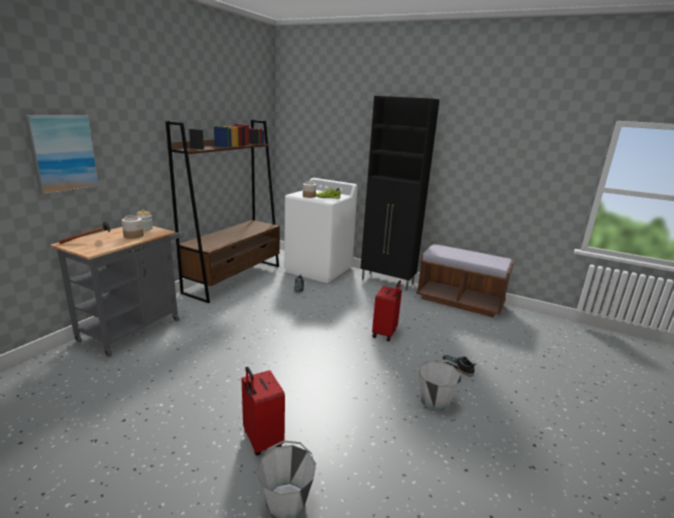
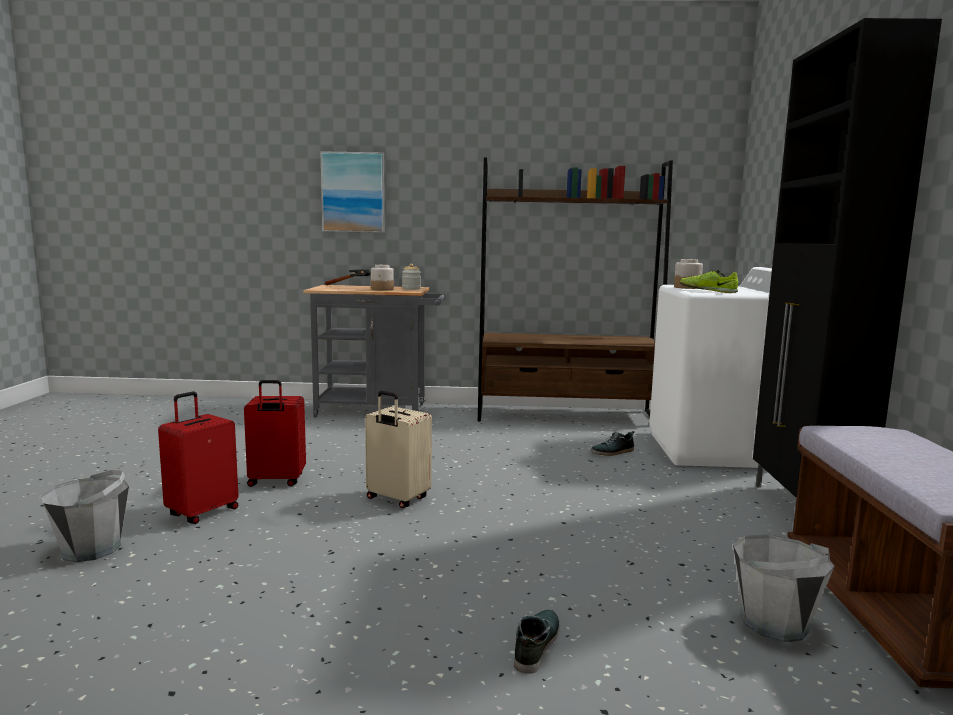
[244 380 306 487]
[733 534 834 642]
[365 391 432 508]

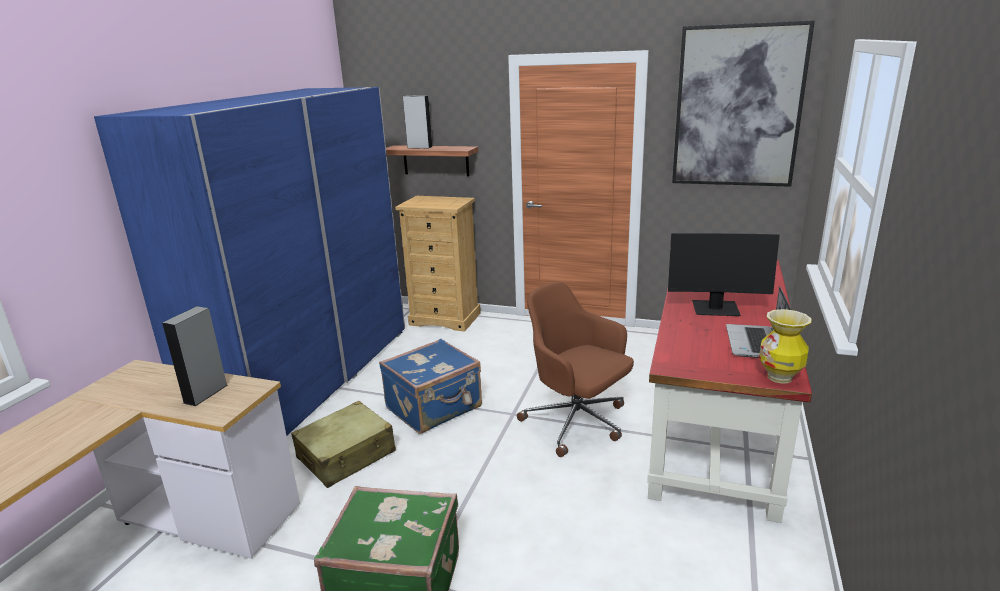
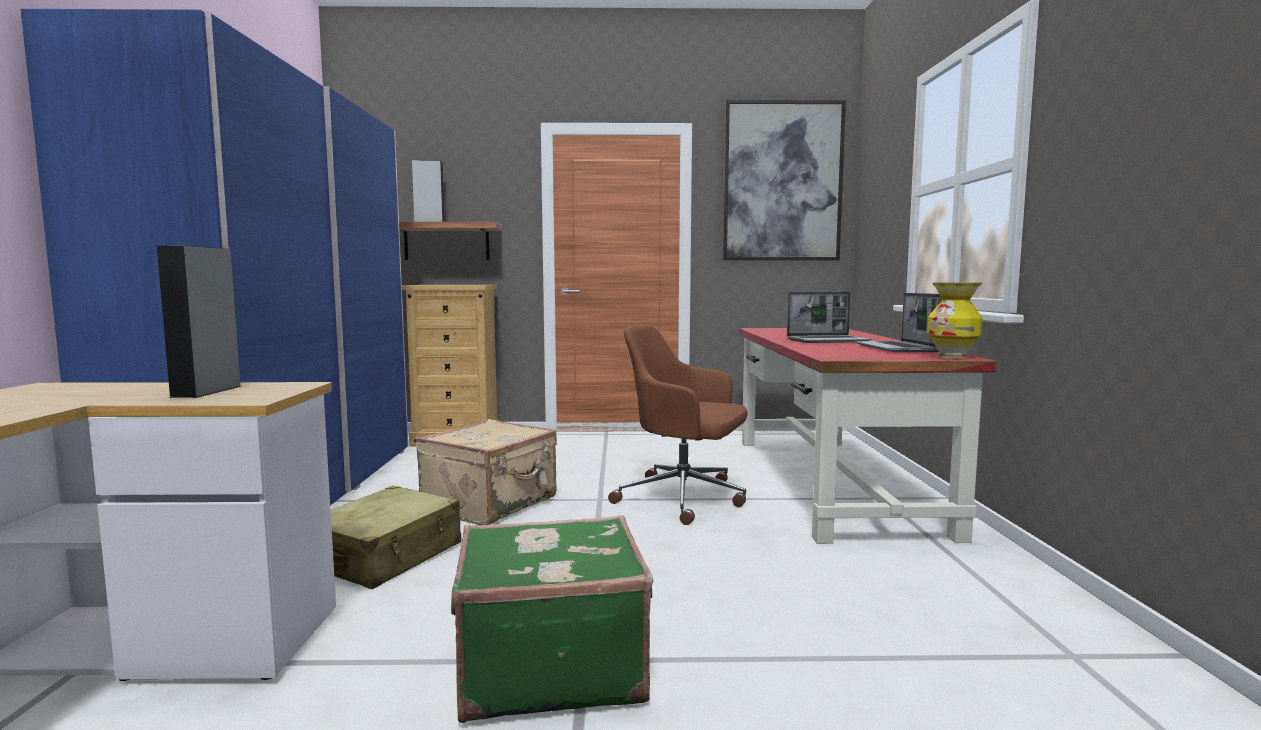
[787 292 871 343]
[415 419 557 525]

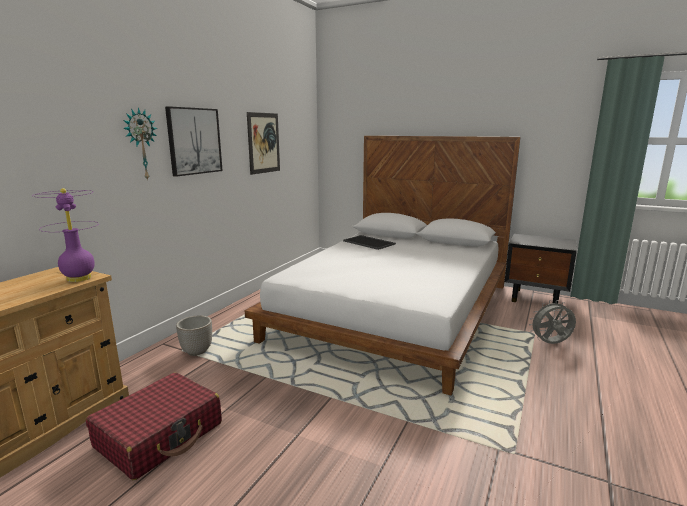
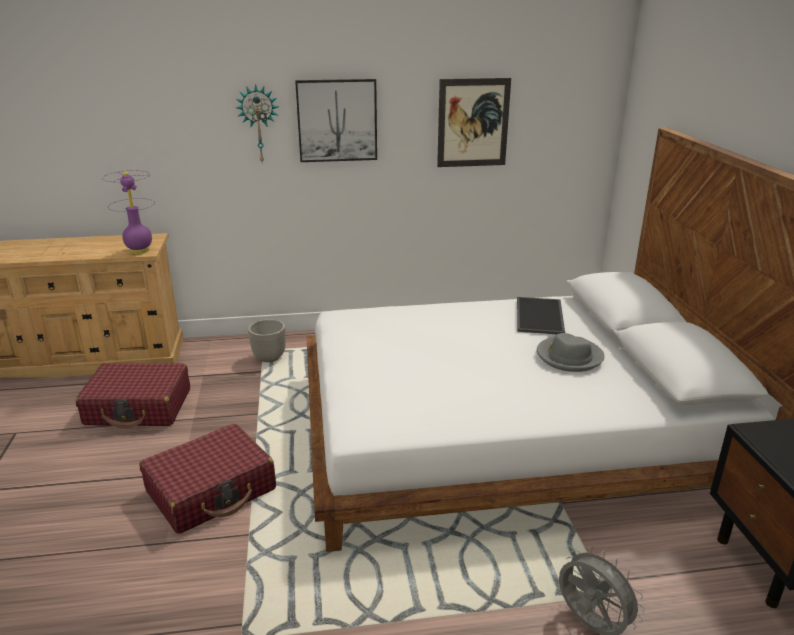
[537 333 605 372]
[139 424 276 534]

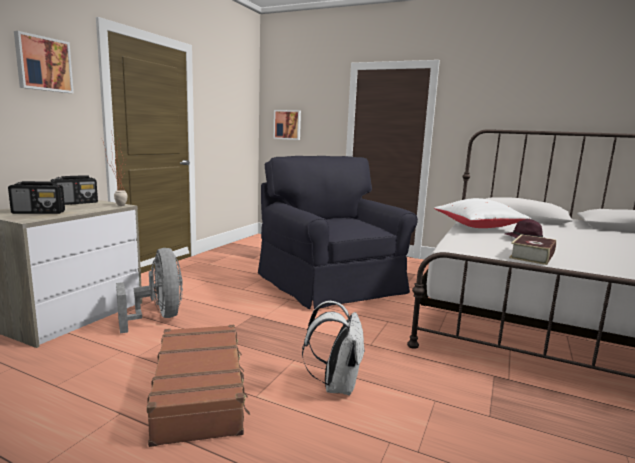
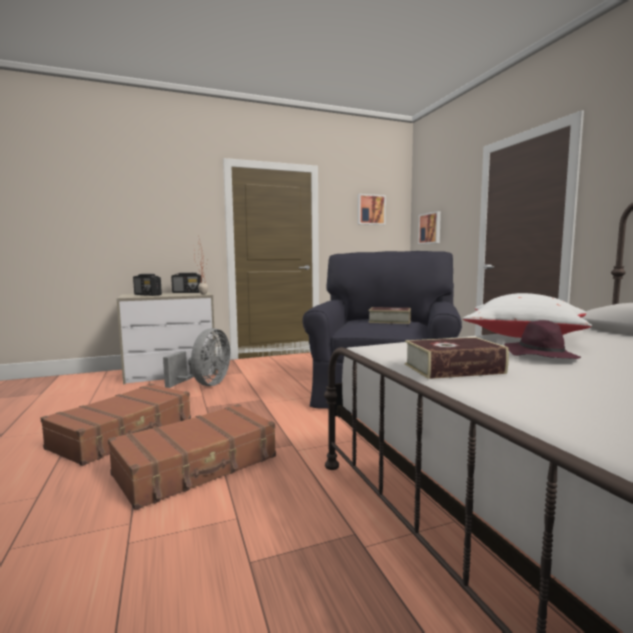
[358 194 386 225]
[108 404 276 510]
[368 307 411 324]

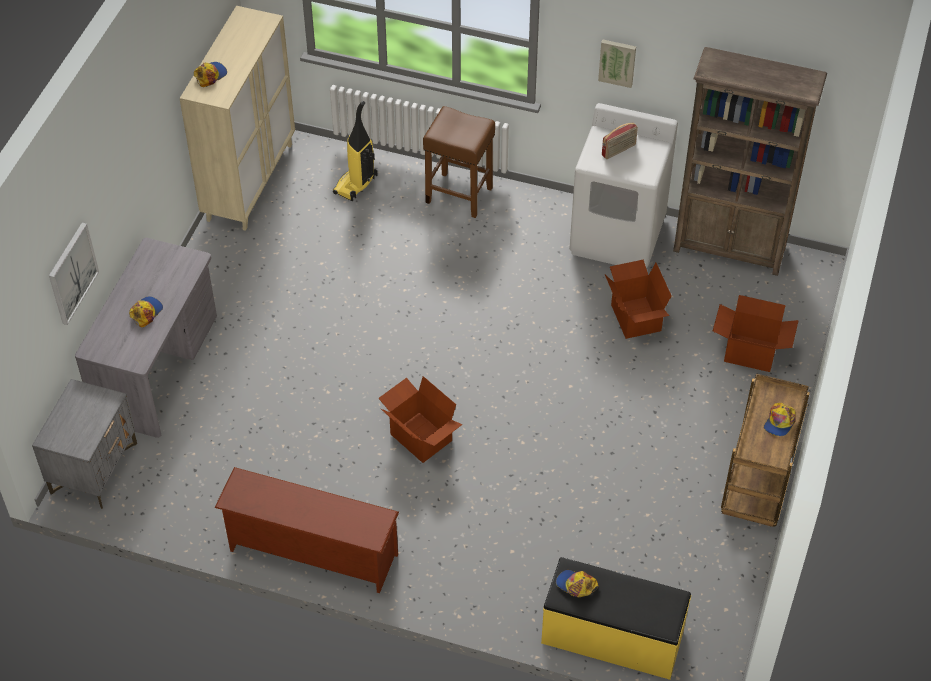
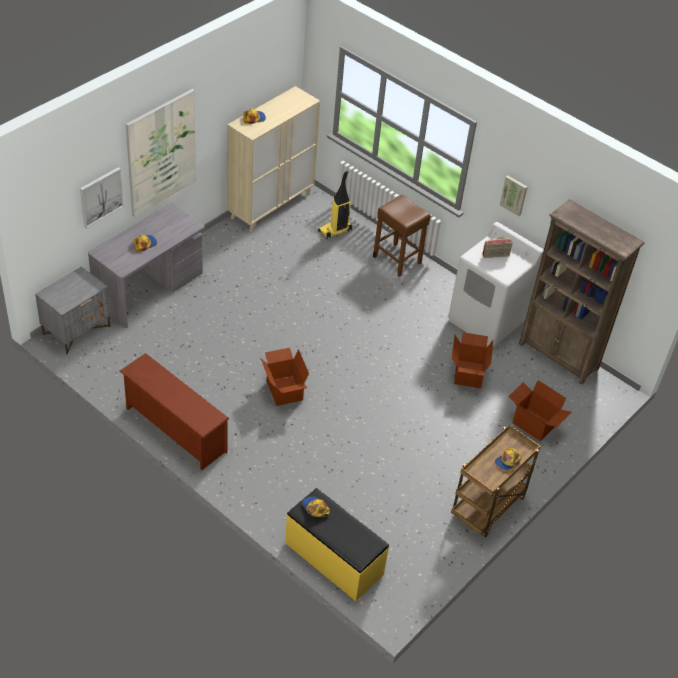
[126 89 196 217]

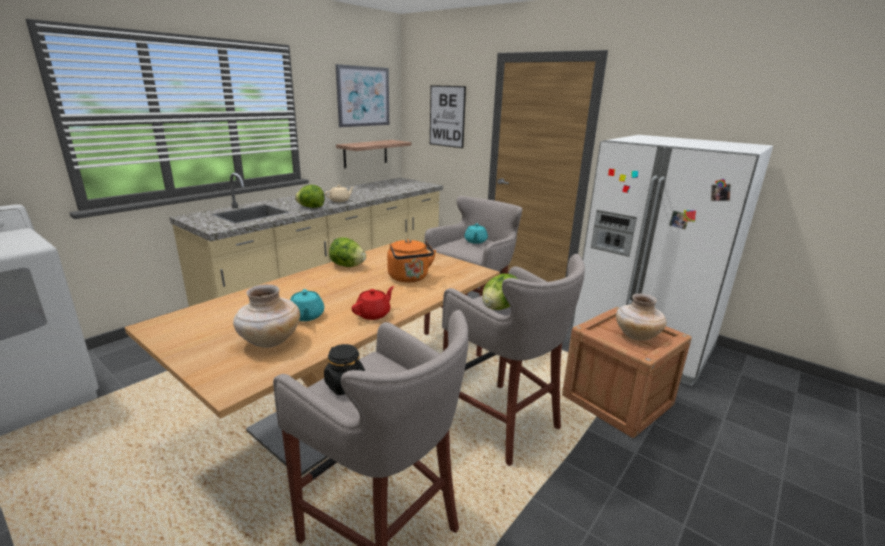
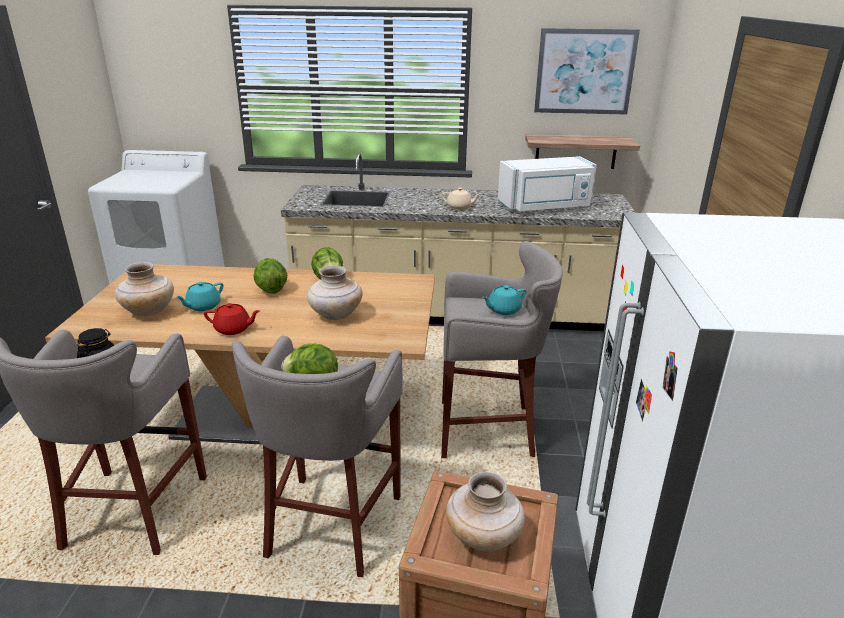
[430 85 466 148] (first image)
[254 258 287 294]
[307 265 363 320]
[498 156 597 212]

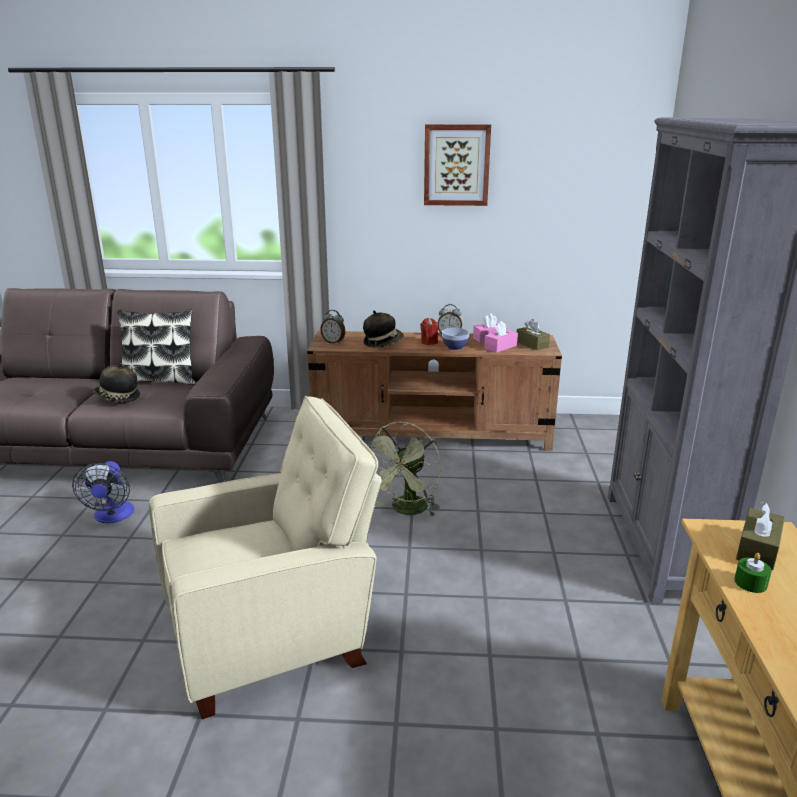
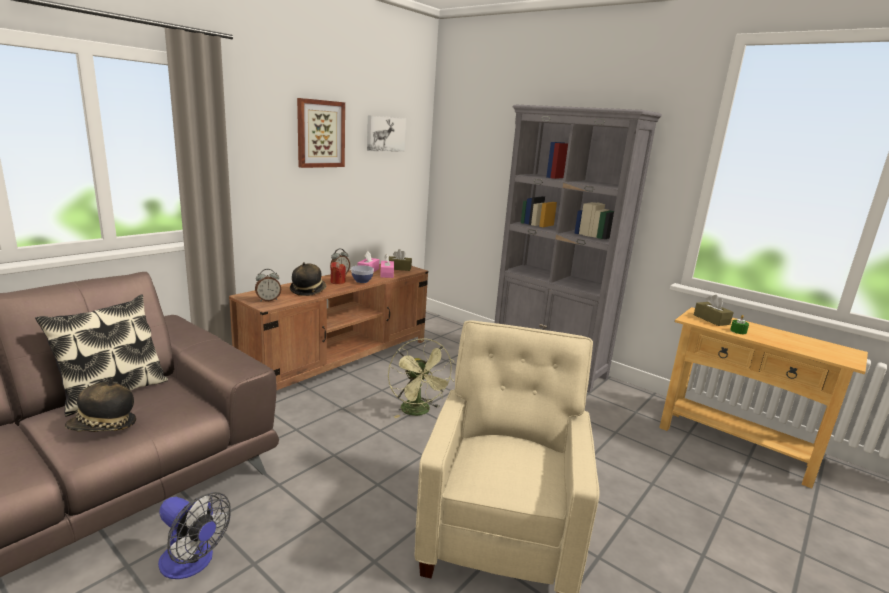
[367 115 406 151]

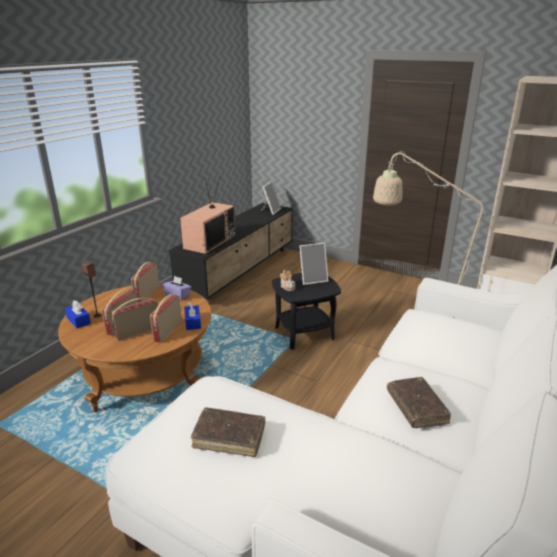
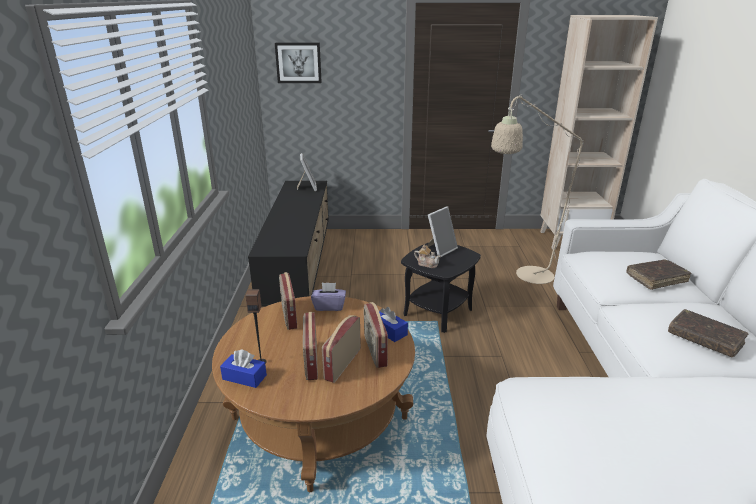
[180 177 236 254] (first image)
[626 259 692 290]
[275 43 322 83]

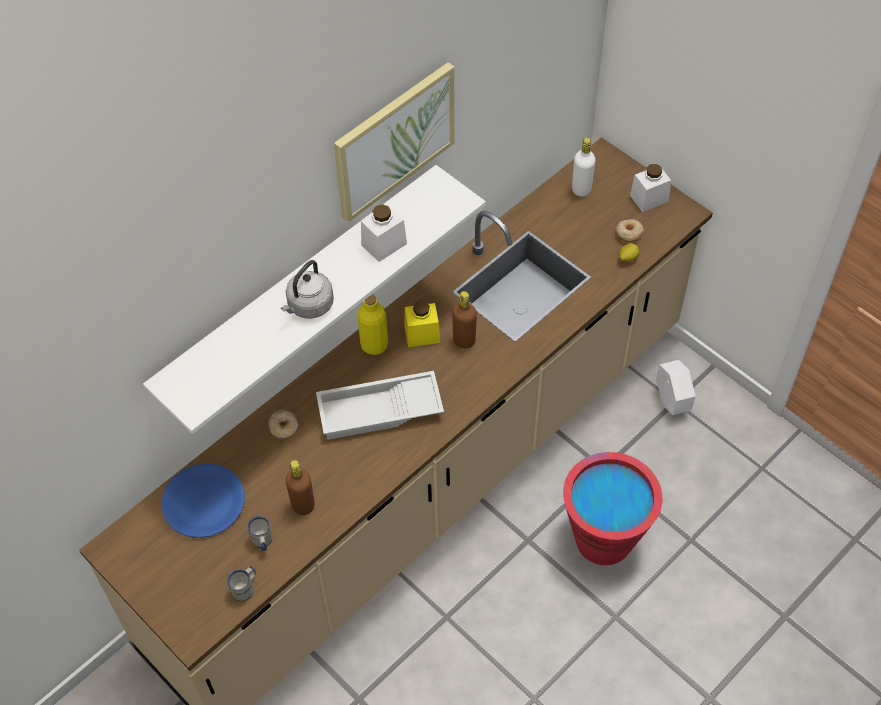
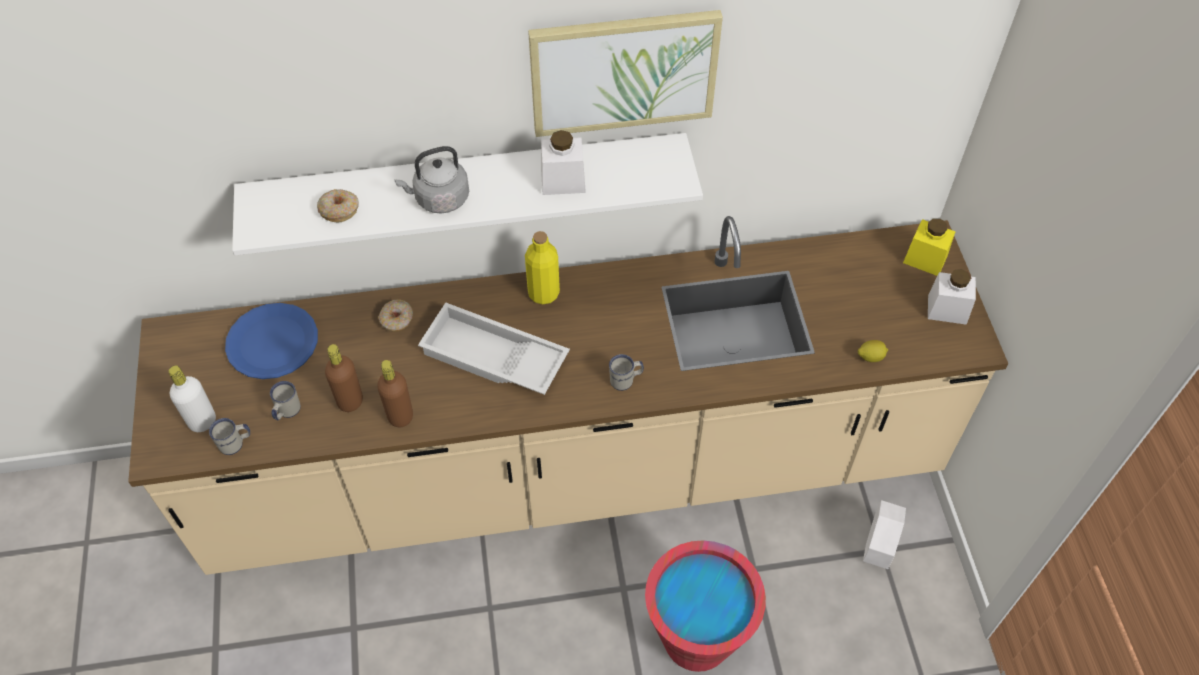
[169 365 216 432]
[317 189 359 222]
[377 360 413 427]
[903 218 956 276]
[609 354 644 391]

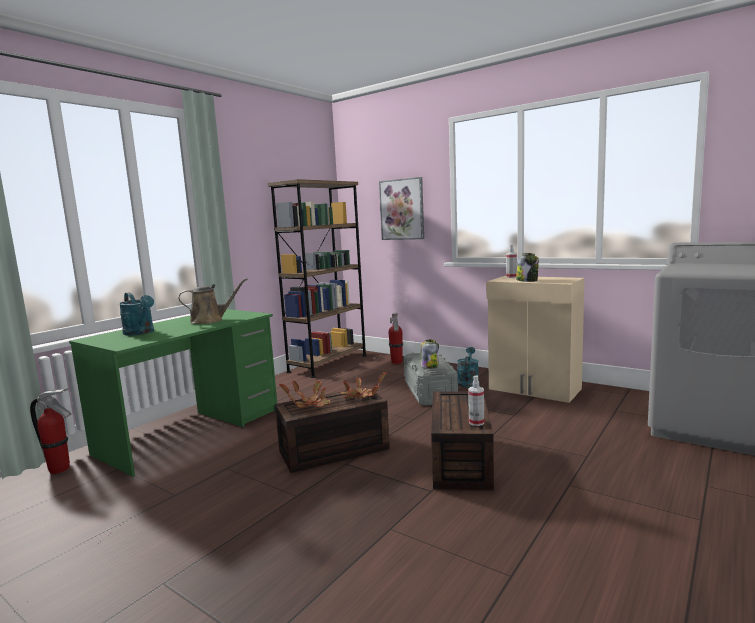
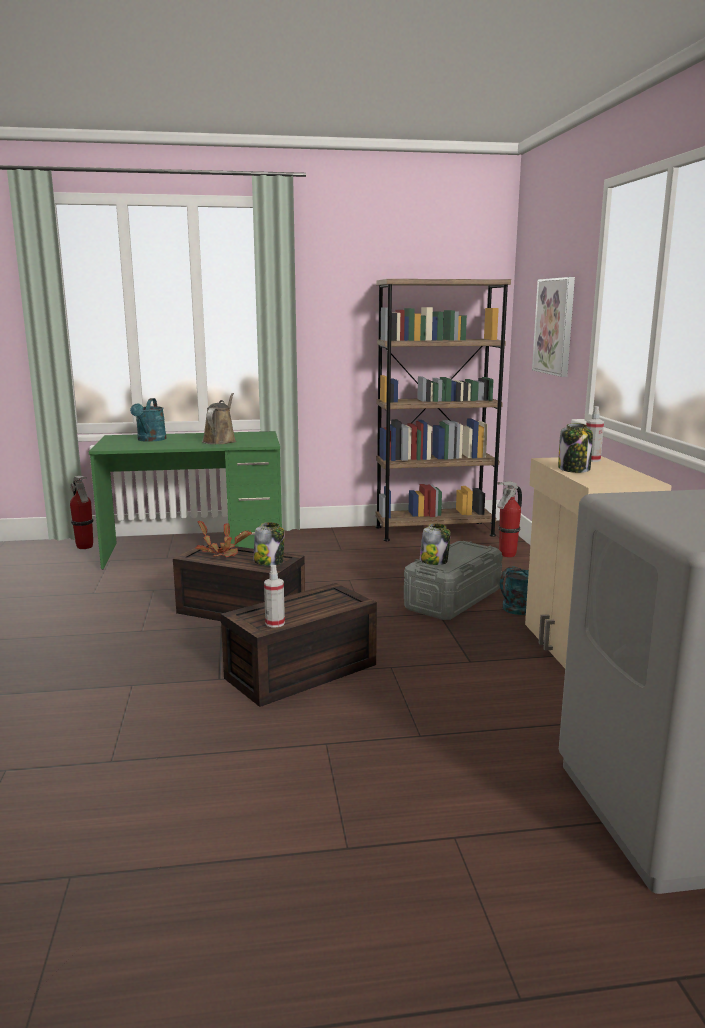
[202 393 236 444]
[254 522 285 566]

